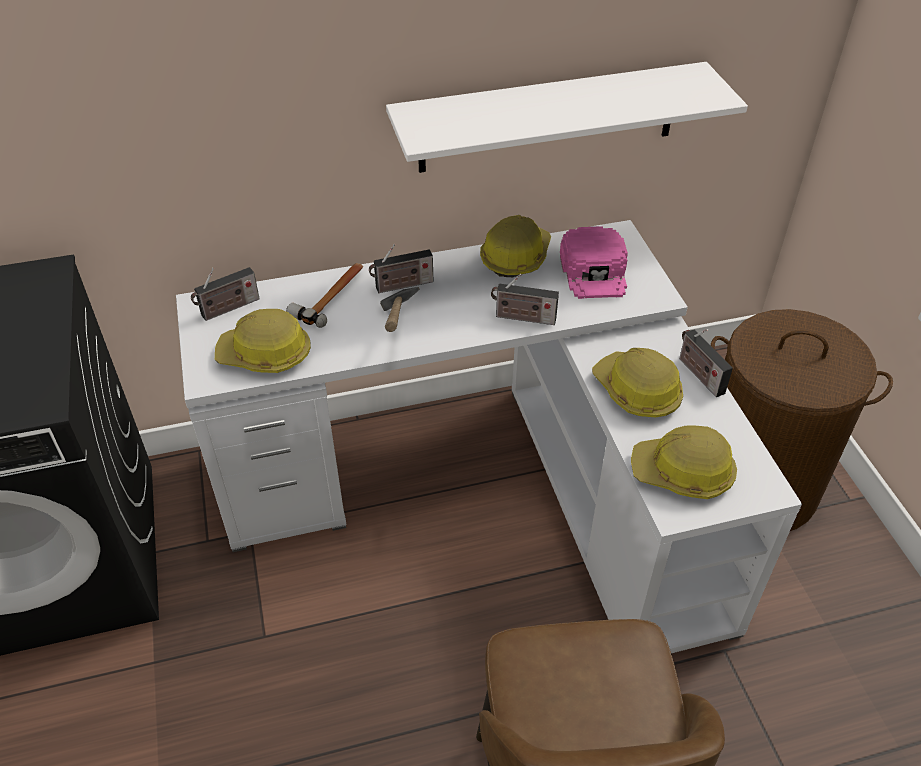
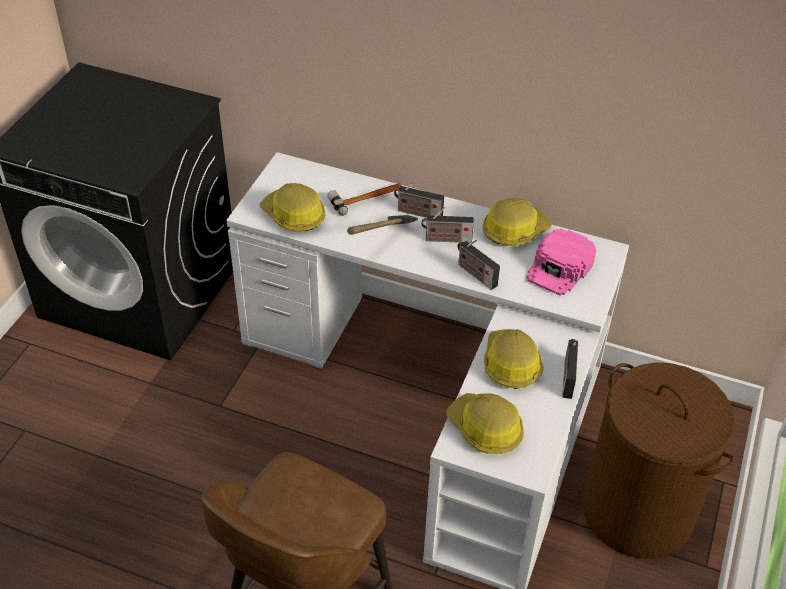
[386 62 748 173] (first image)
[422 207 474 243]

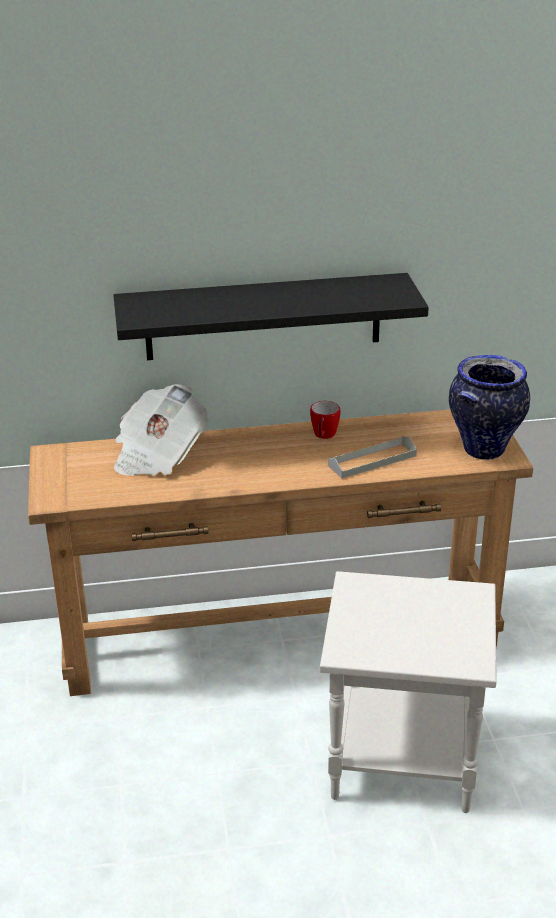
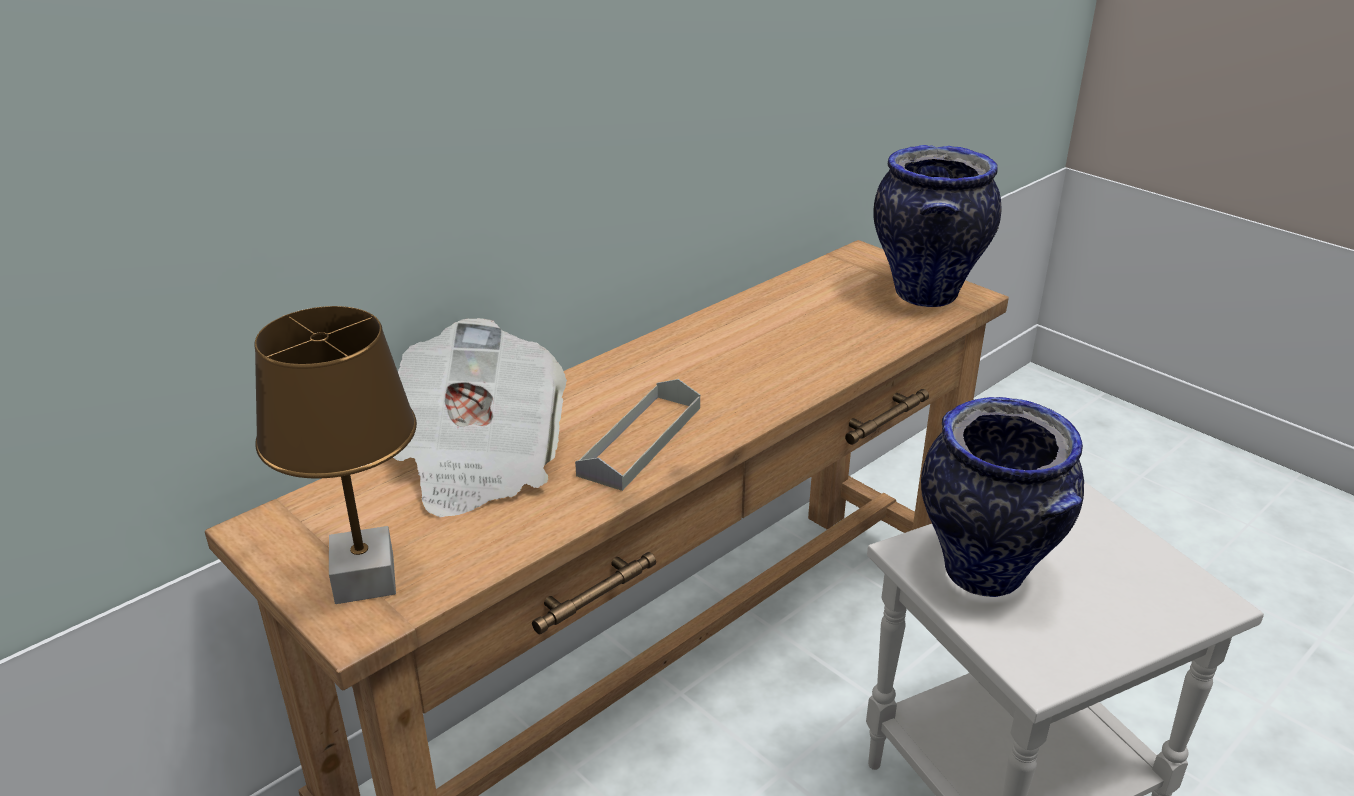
[113 273 429 360] (first image)
[310 401 340 439] (first image)
[575 379 700 491]
[254 306 417 604]
[921 397 1084 597]

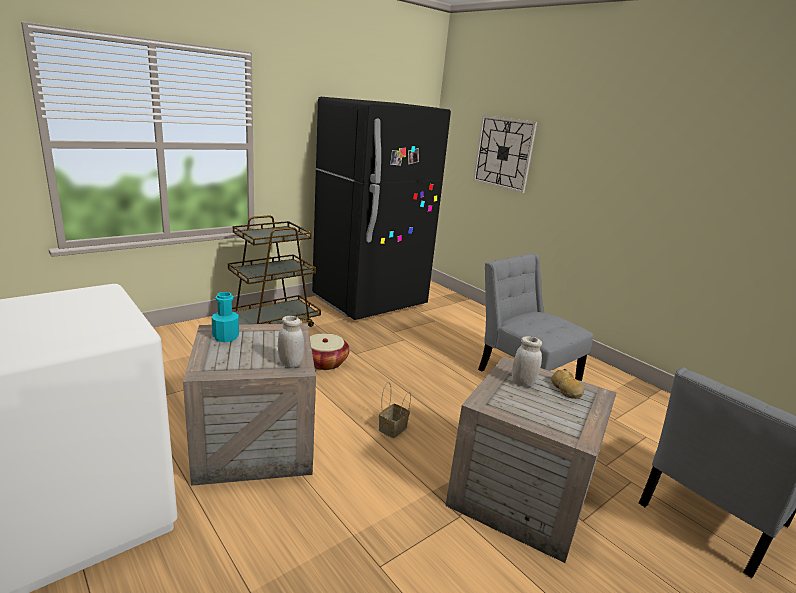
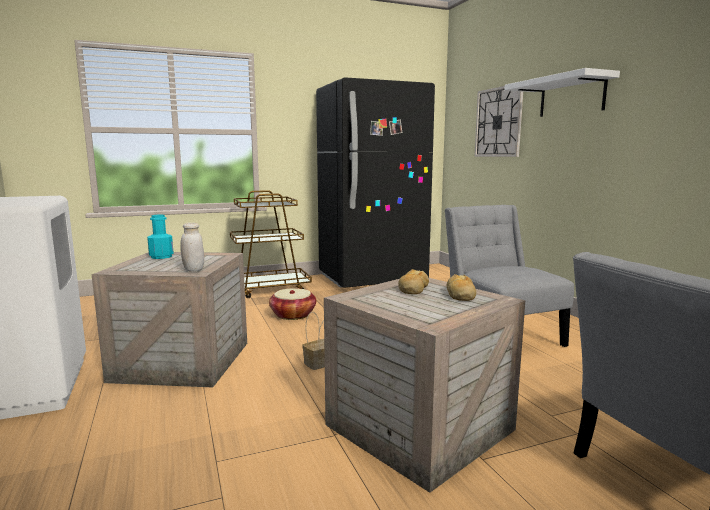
[398 269 429 294]
[505 68 620 117]

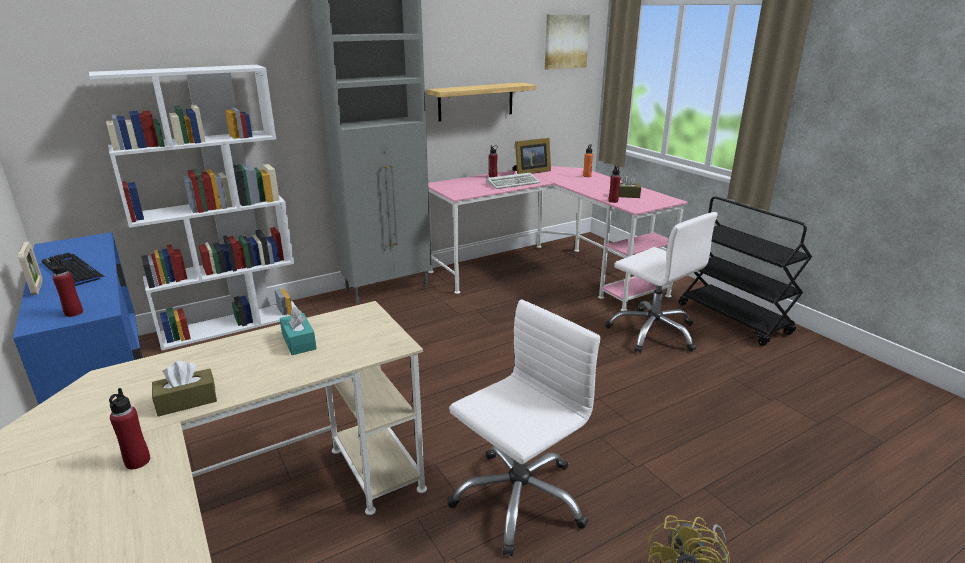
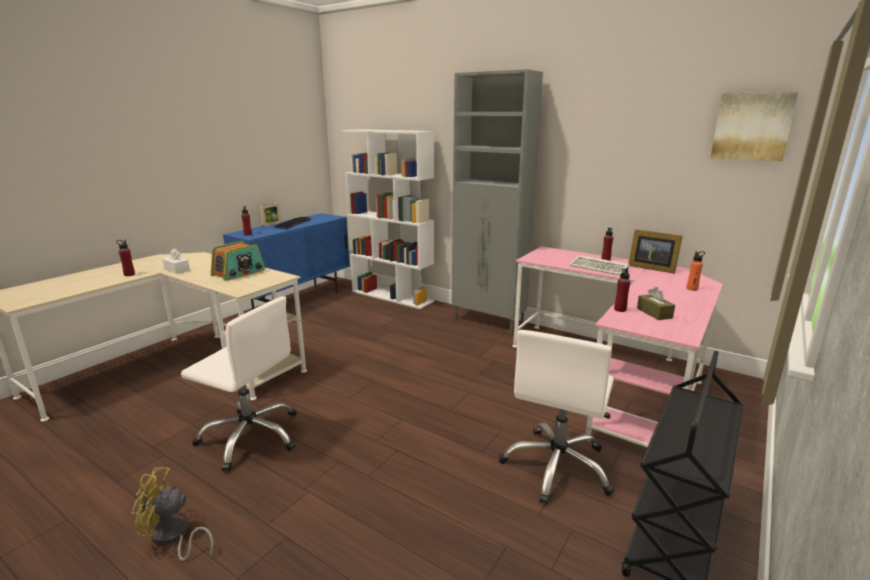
[427 82 536 122] (first image)
[211 241 265 281]
[162 249 190 274]

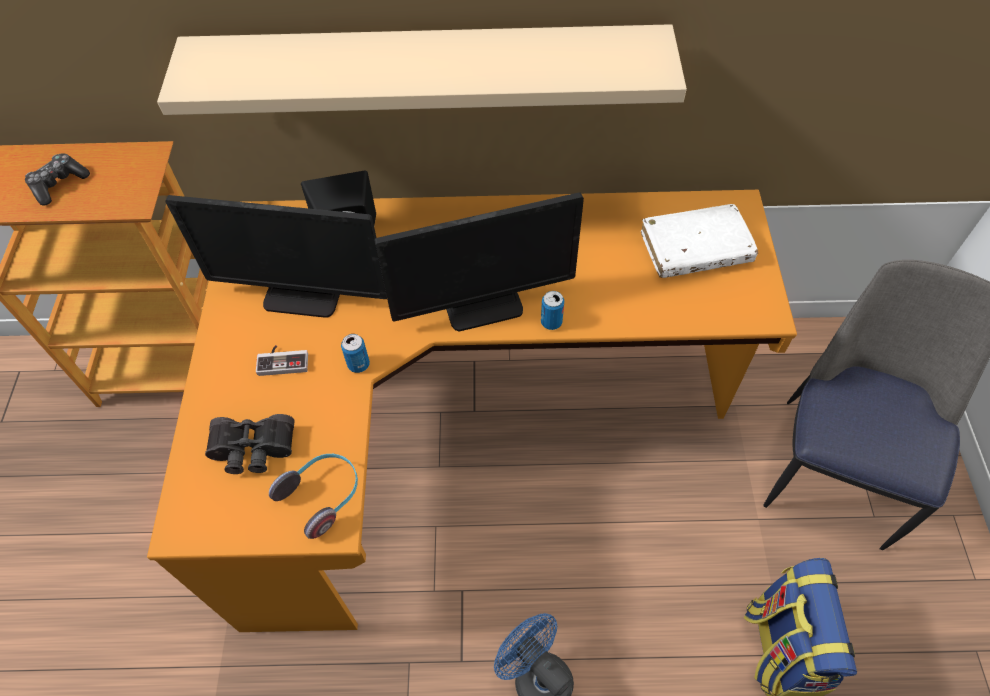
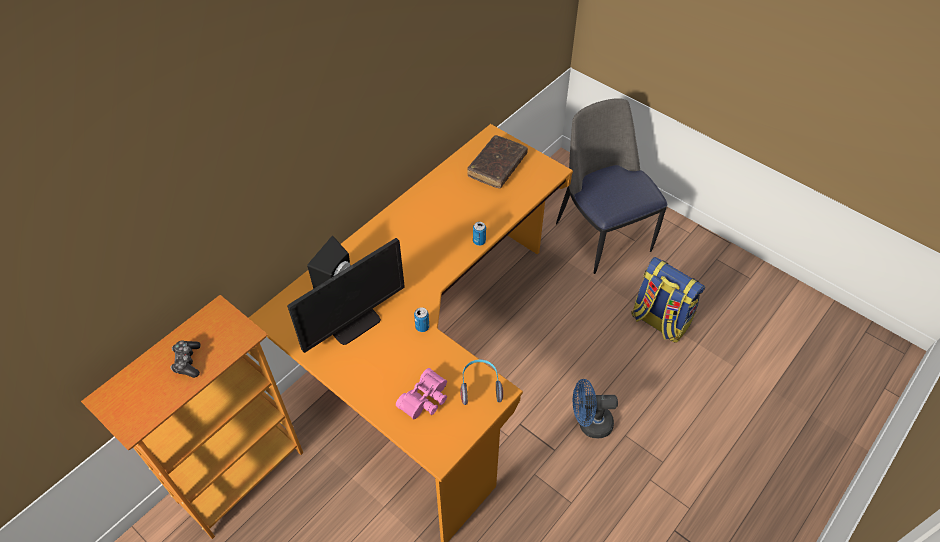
[157 24 687 115] (first image)
[374 192 584 331] (first image)
[467 135 528 189]
[256 345 308 376] (first image)
[396 368 447 419]

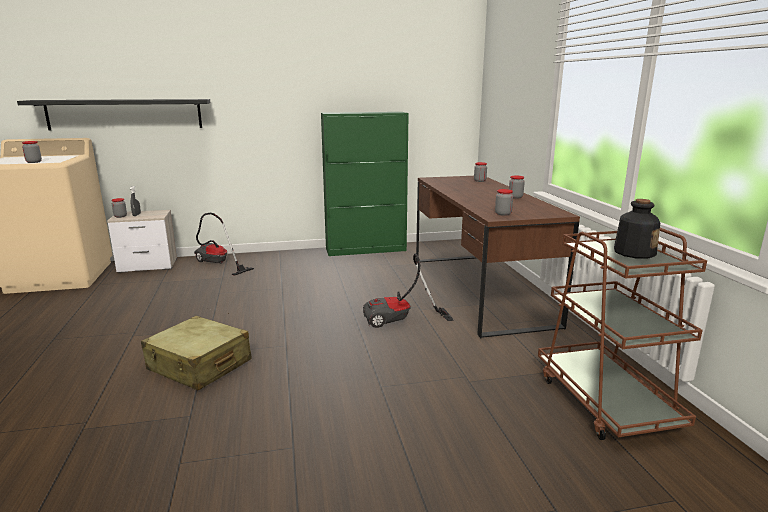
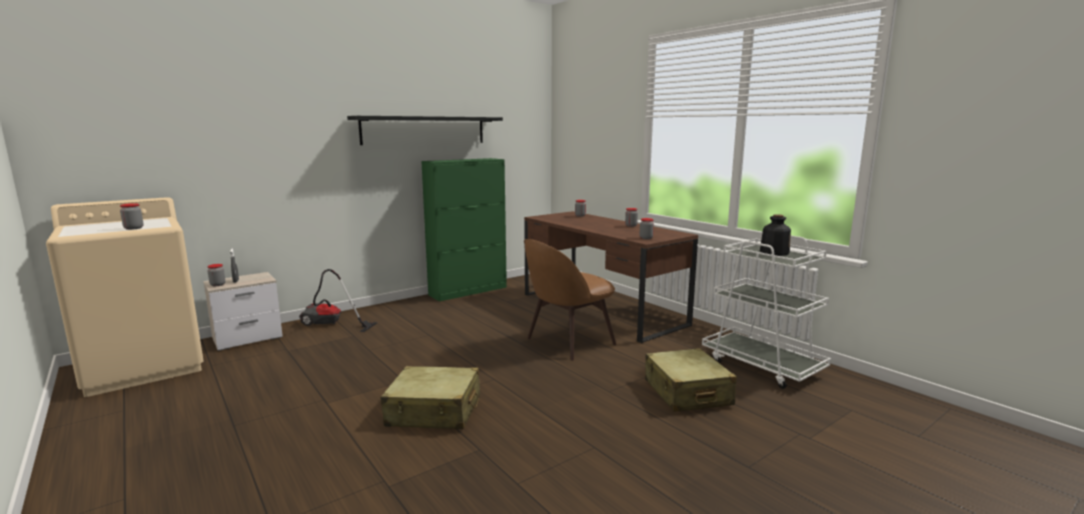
[347 116 503 145]
[702 235 831 389]
[524 239 616 360]
[645 348 737 412]

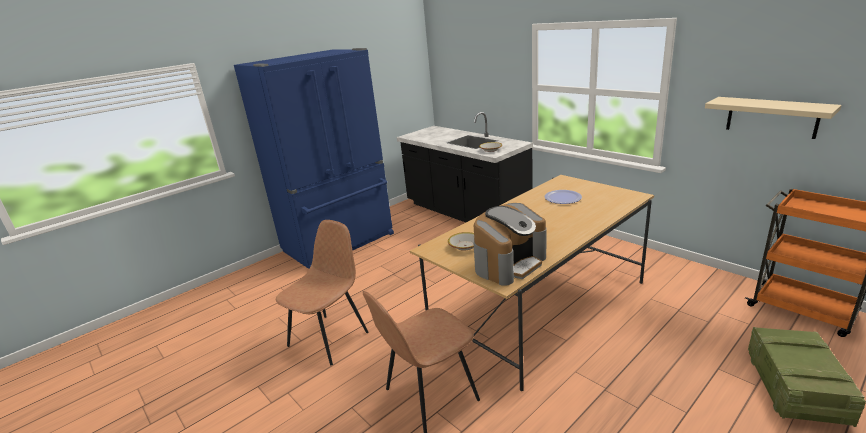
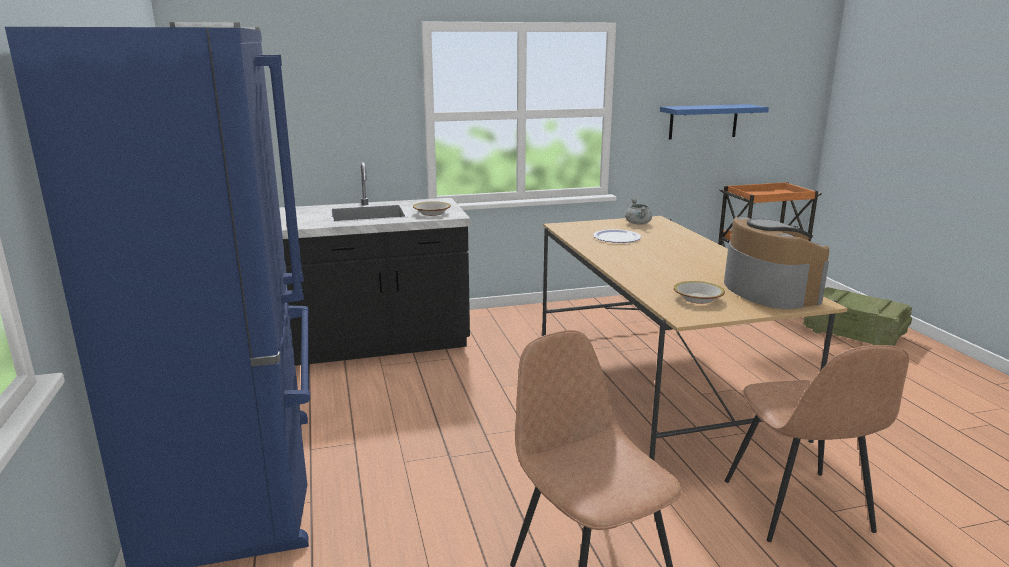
[660 104 769 140]
[625 198 652 225]

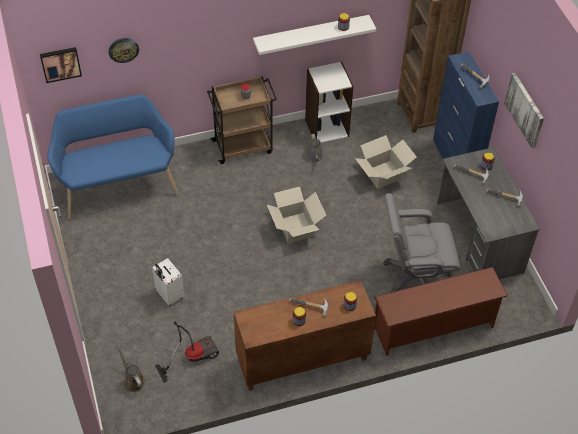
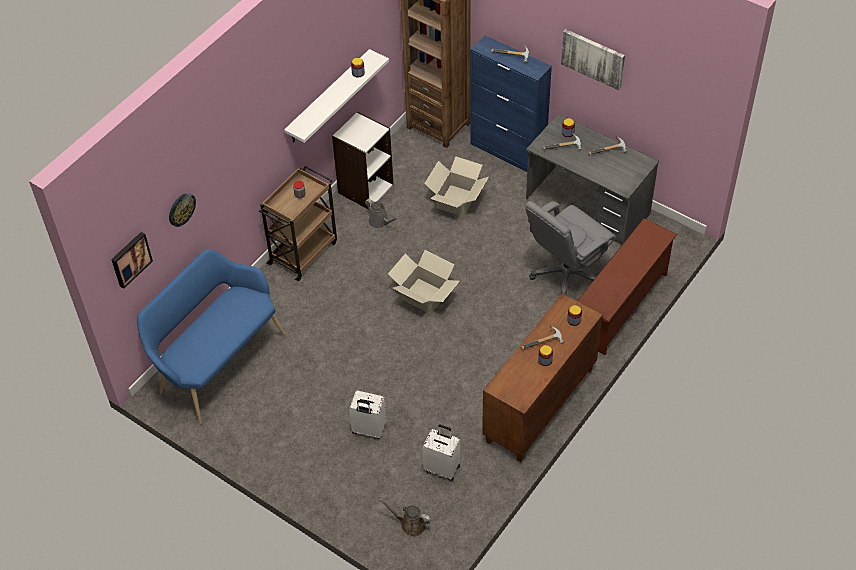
[422 425 460 481]

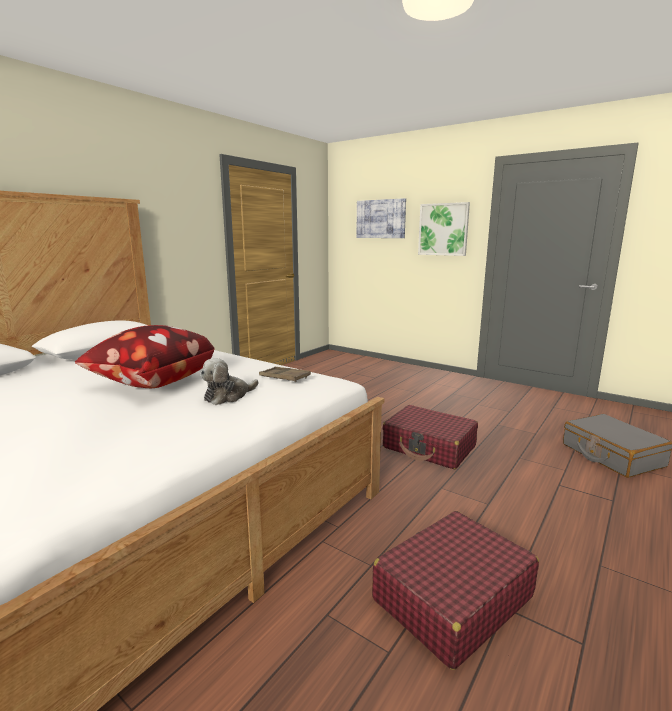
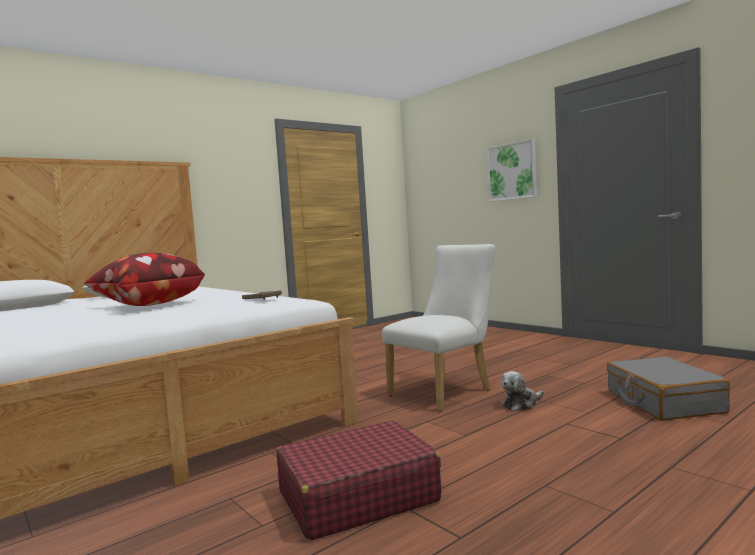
[356 198 406 238] (first image)
[501 371 544 411]
[382 244 495 411]

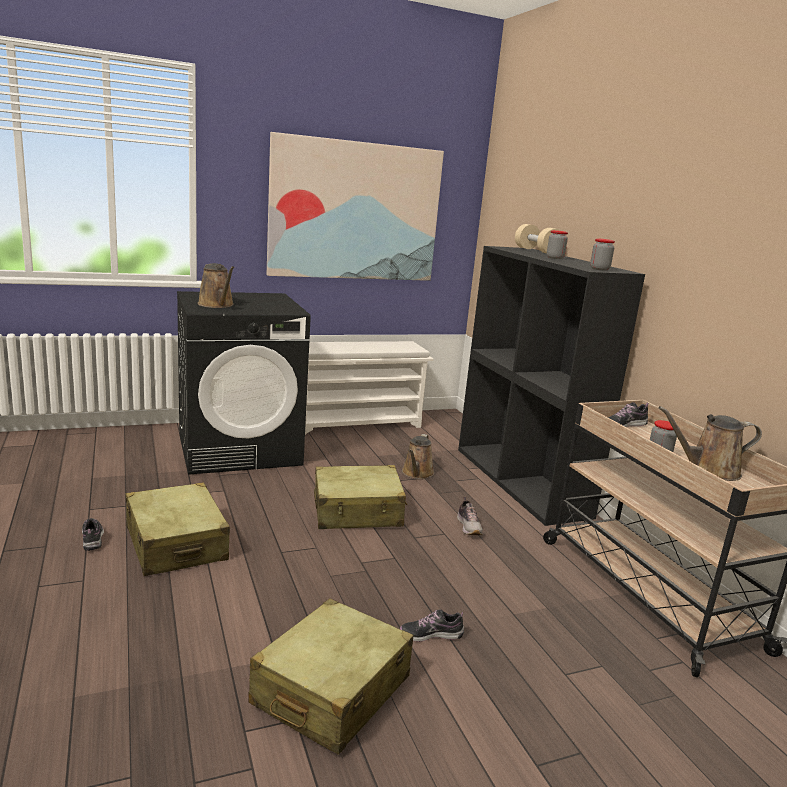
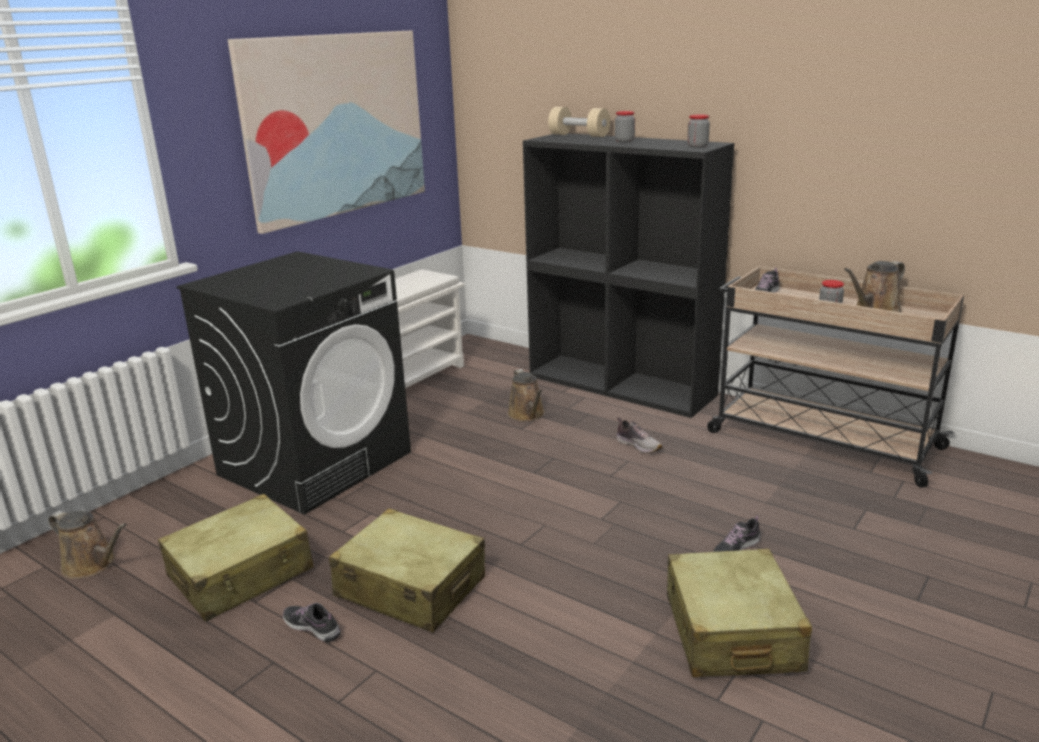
[48 511 127 579]
[158 494 314 621]

